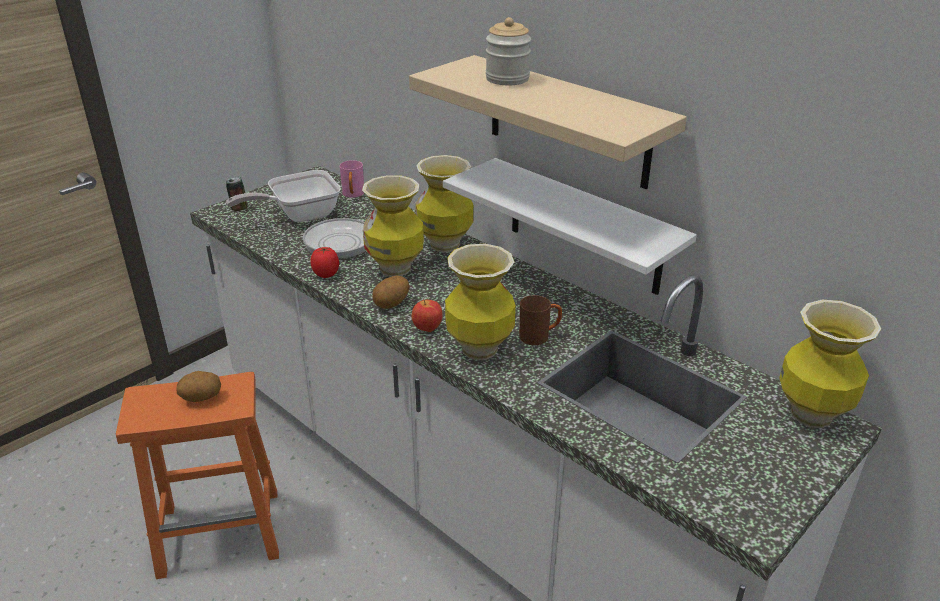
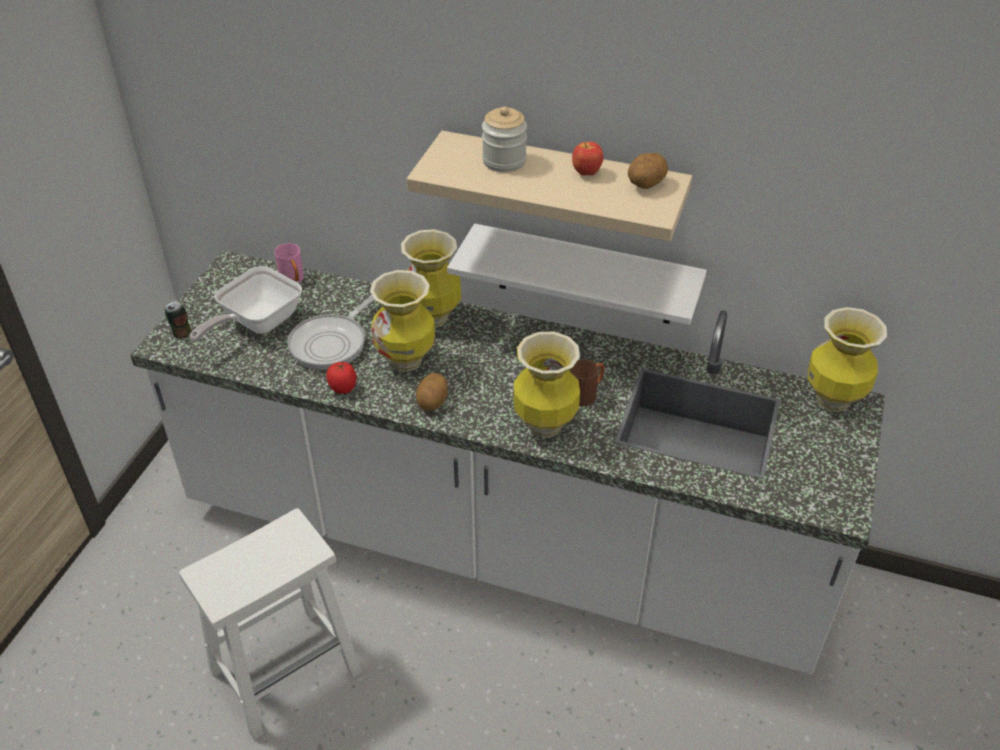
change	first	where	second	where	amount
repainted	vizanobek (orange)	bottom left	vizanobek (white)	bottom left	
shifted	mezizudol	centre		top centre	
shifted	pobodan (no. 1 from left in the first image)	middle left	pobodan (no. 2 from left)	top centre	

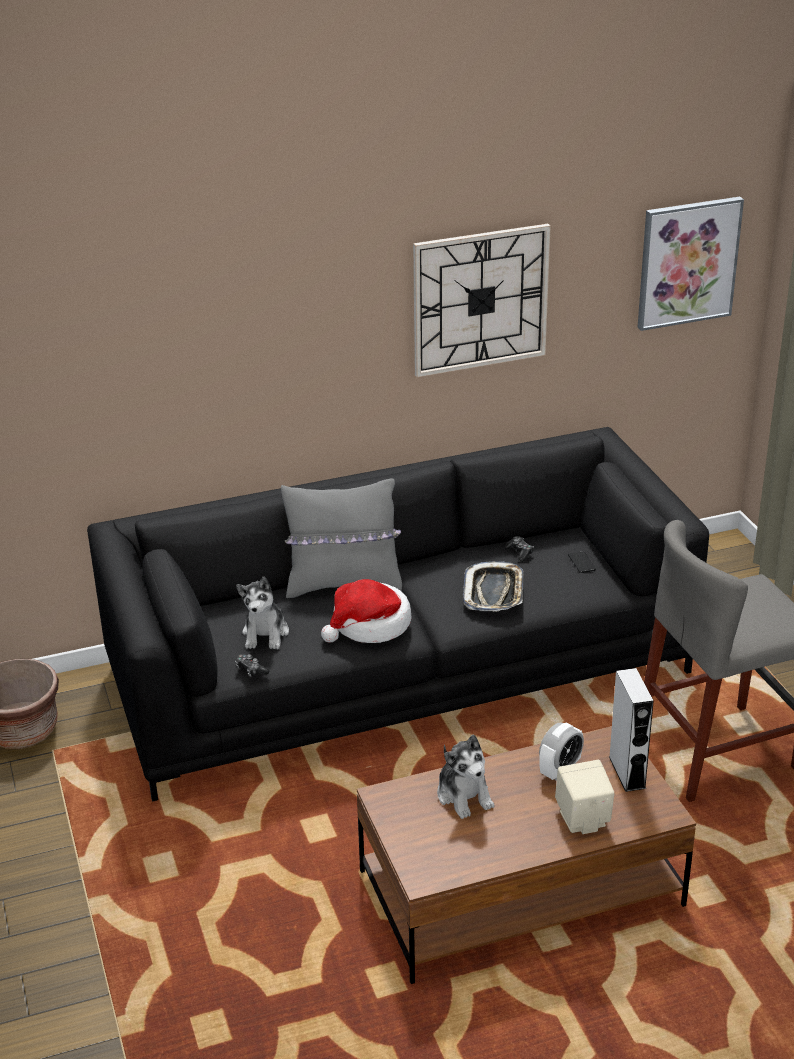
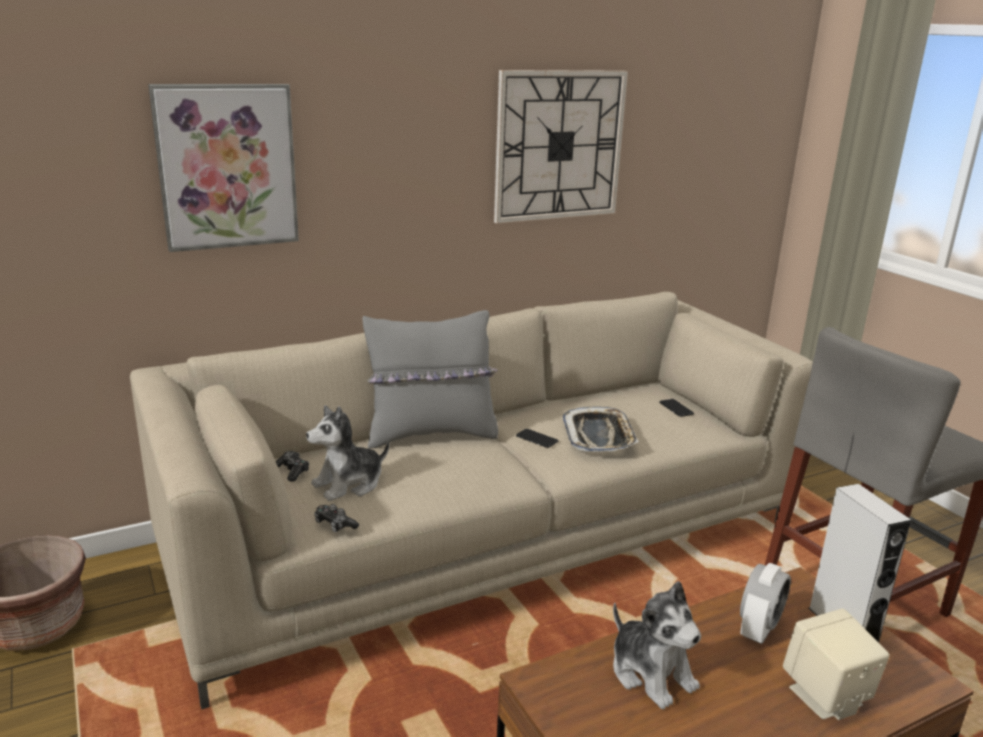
change	first	where	second	where	amount
repainted	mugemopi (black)	centre	mugemopi (beige)	bottom centre	
shifted	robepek	top right		top left	
shifted	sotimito (no. 2 from left in the first image)	centre	sotimito (no. 1 from left)	middle left	
rotated	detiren (no. 1 from left)	middle left		centre	60 degrees clockwise
new			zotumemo (no. 1 from left)	centre	
gone	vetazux	centre			

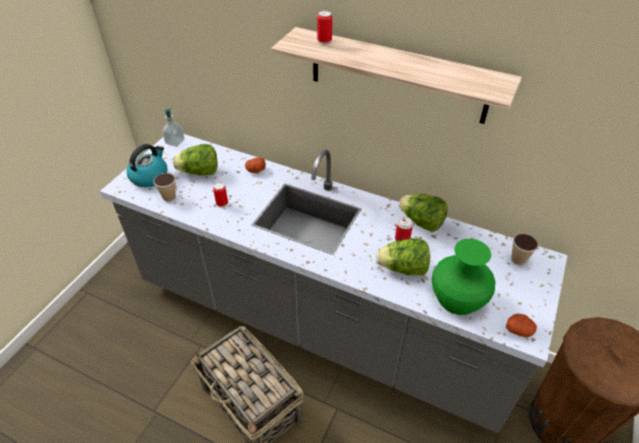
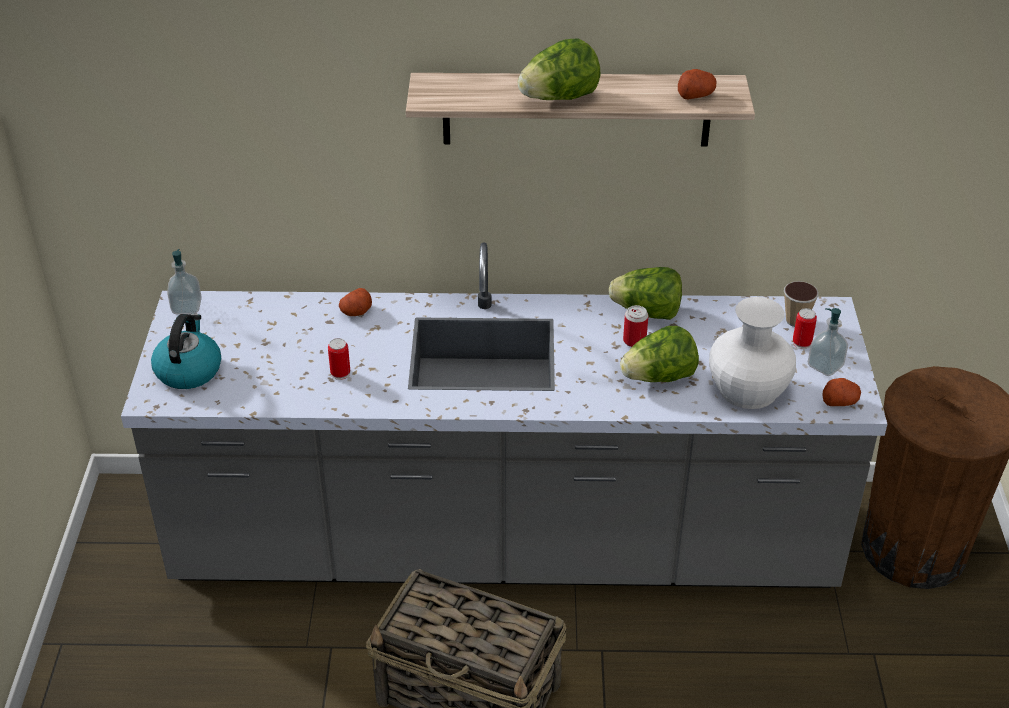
change	first	where	second	where	amount
shifted	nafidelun (no. 1 from left)	middle left		top centre	
new			pobodan (no. 2 from left)	top right	
repainted	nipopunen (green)	middle right	nipopunen (white)	middle right	
shifted	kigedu (no. 2 from left in the first image)	top centre	kigedu (no. 3 from left)	middle right	
new			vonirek (no. 2 from left)	middle right	
gone	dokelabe (no. 1 from left)	middle left			

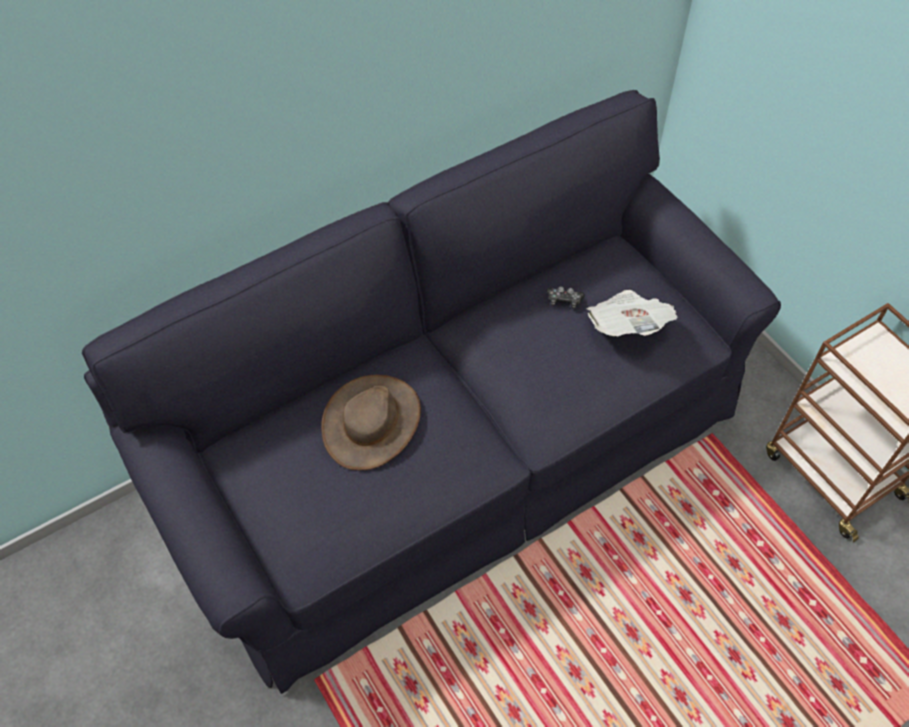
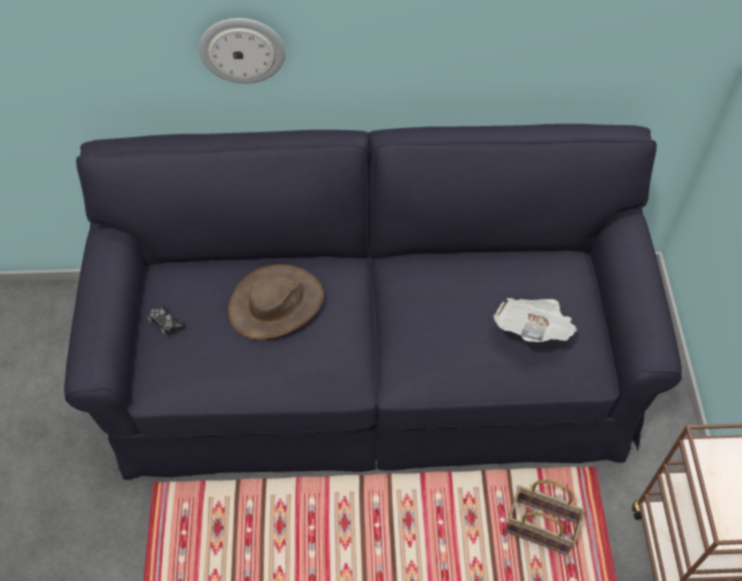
change	first	where	second	where	amount
shifted	sotimito	centre		middle left	
new			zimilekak	top left	
new			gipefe	bottom right	

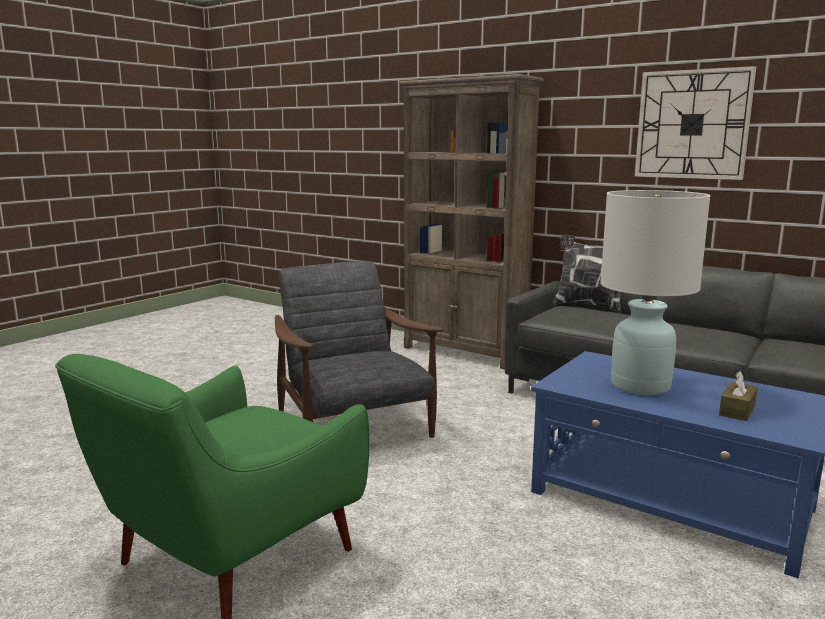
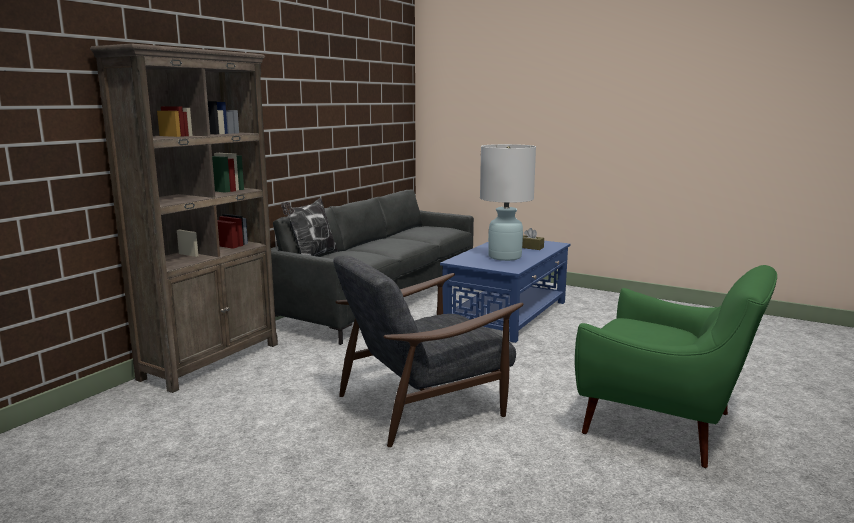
change	first	where	second	where	amount
gone	zimilekak	top right			

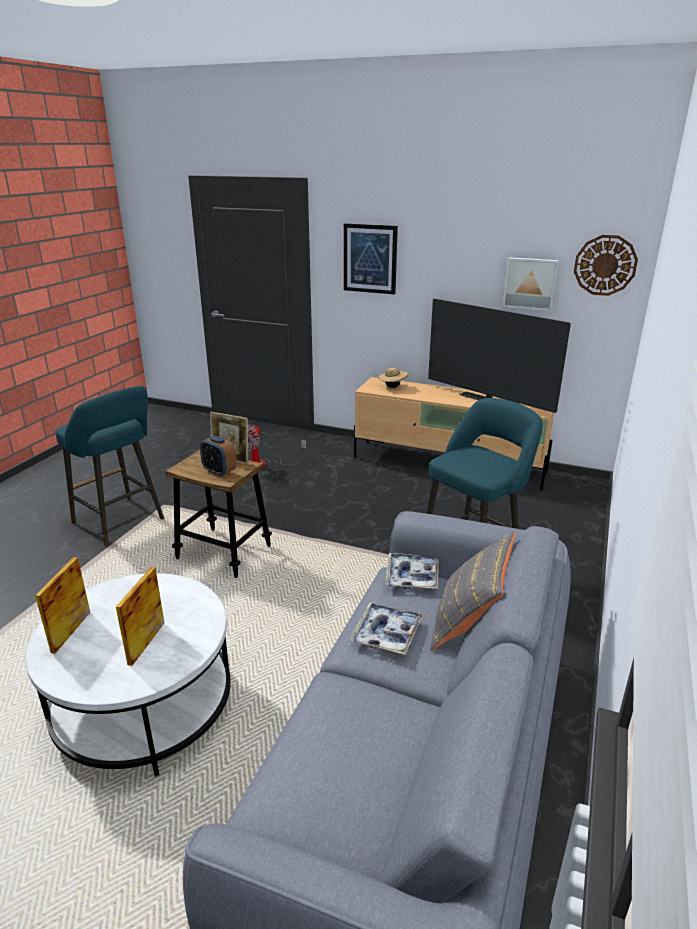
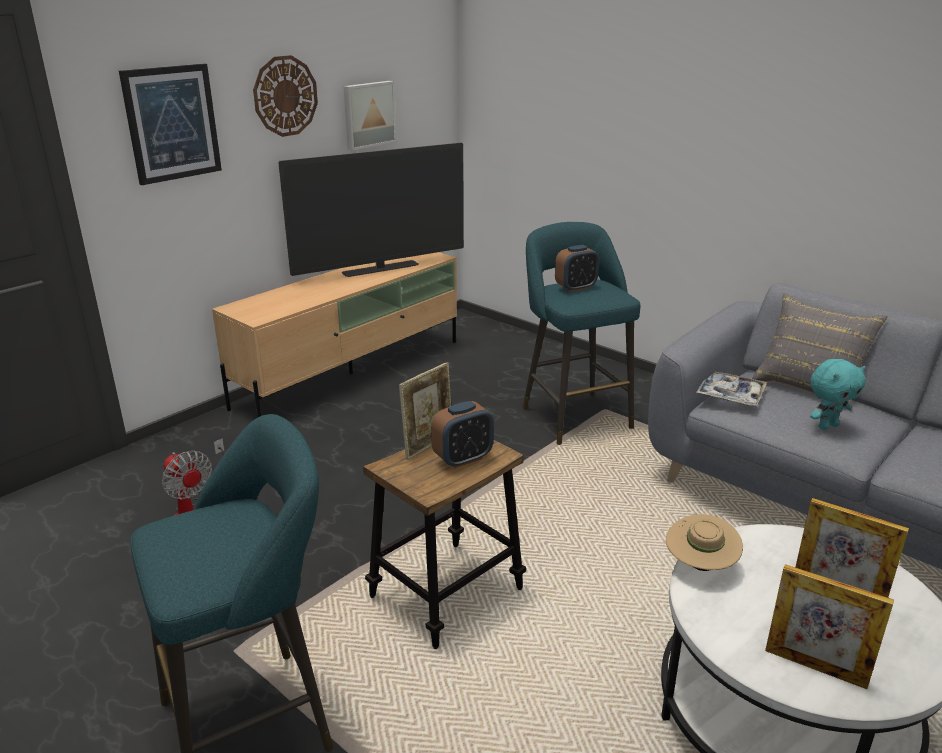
change	first	where	second	where	amount
shifted	zimilekak	top right		top left	
new			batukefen (no. 2 from left)	centre	
shifted	vetazux (beige)	centre		bottom right	
swapped	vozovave (no. 1 from left)	bottom centre	detiren (turquoise)	middle right	

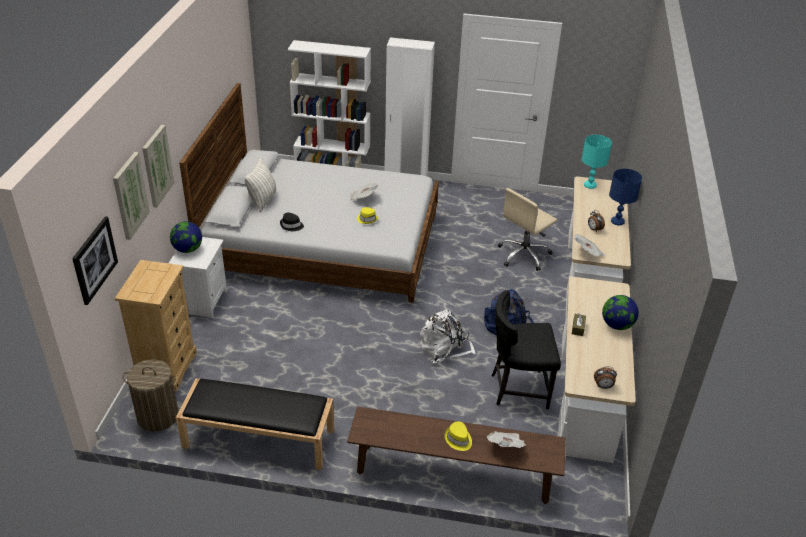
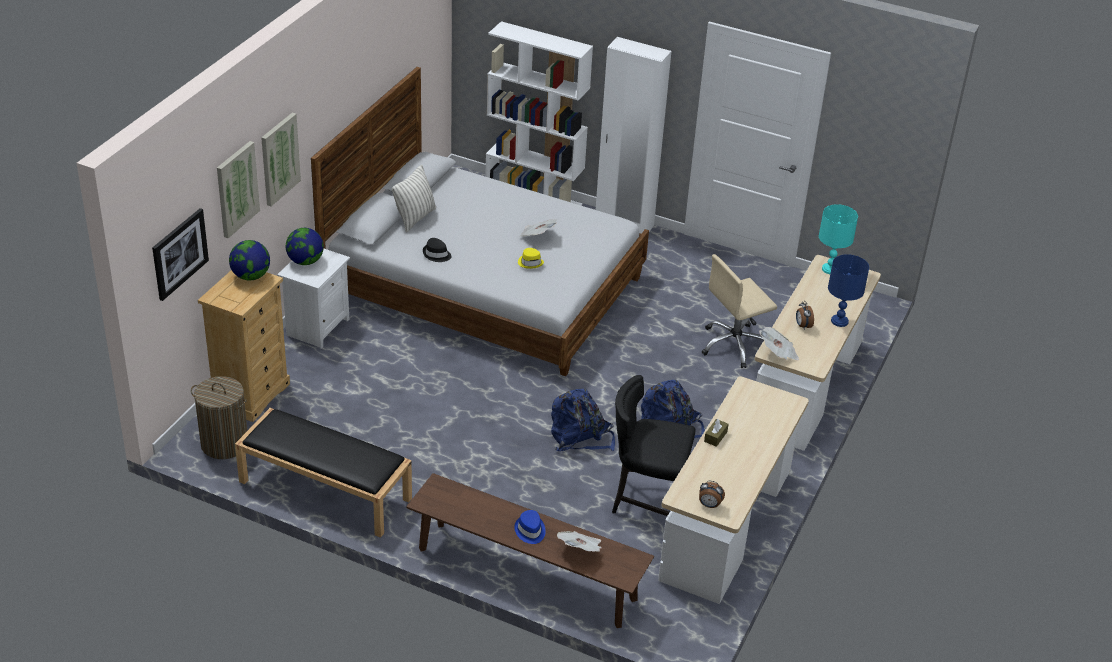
change	first	where	second	where	amount
shifted	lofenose (no. 2 from left in the first image)	middle right	lofenose (no. 1 from left)	middle left	
repainted	vetazux (yellow) (no. 2 from left)	bottom centre	vetazux (blue)	bottom centre	
repainted	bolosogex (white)	centre	bolosogex (blue) (no. 1 from left)	centre	

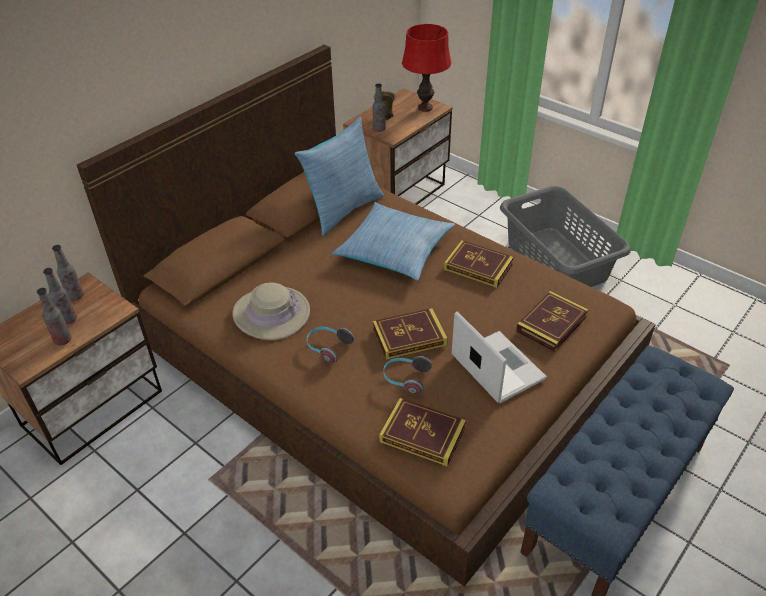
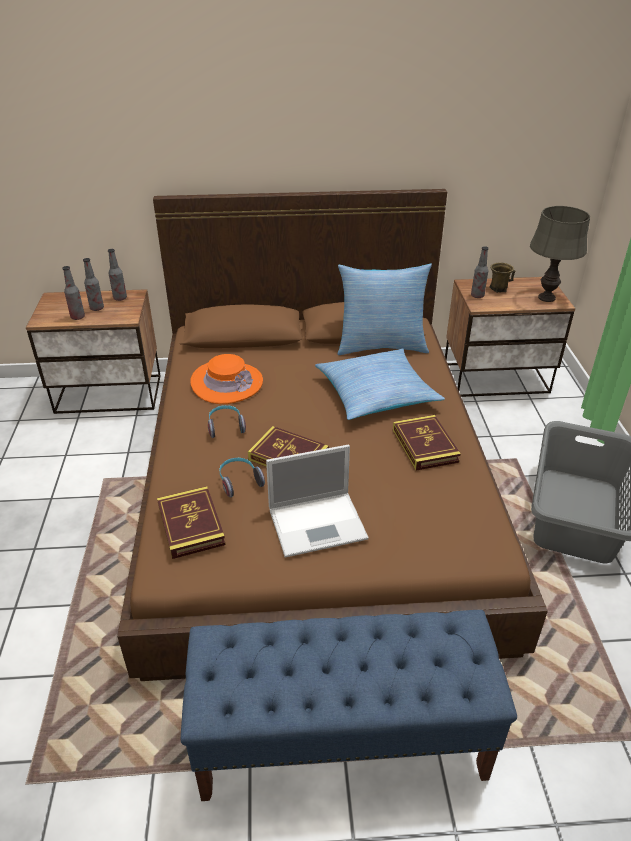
change	first	where	second	where	amount
repainted	vetazux (beige)	centre	vetazux (orange)	centre	
rotated	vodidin	centre		centre	60 degrees clockwise
repainted	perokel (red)	top centre	perokel (grey)	top right	
gone	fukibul (no. 4 from left)	middle right			

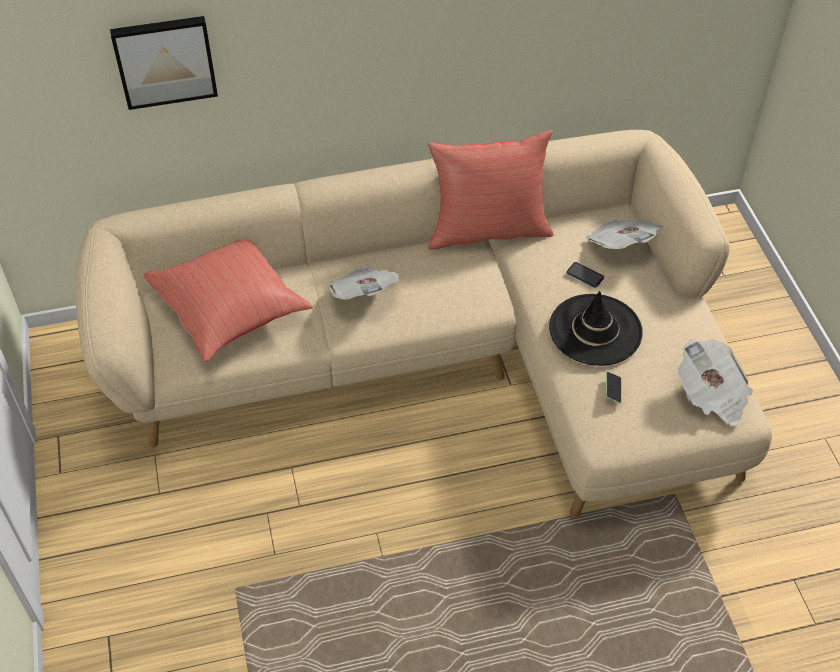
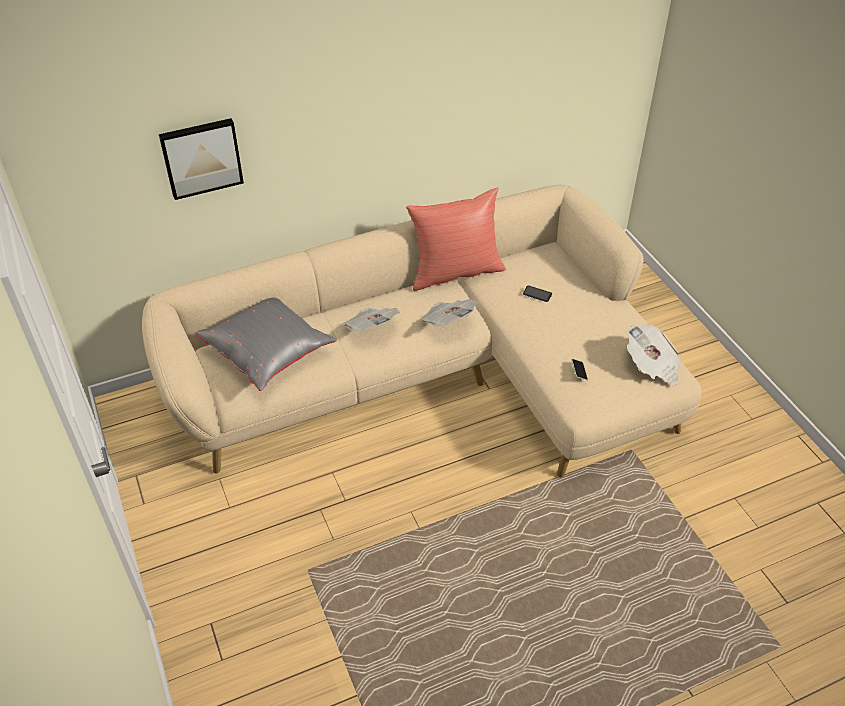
change	first	where	second	where	amount
repainted	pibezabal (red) (no. 1 from left)	middle left	pibezabal (grey)	middle left	
shifted	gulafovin (no. 2 from left)	middle right		centre	
gone	vetazux (black)	middle right			

